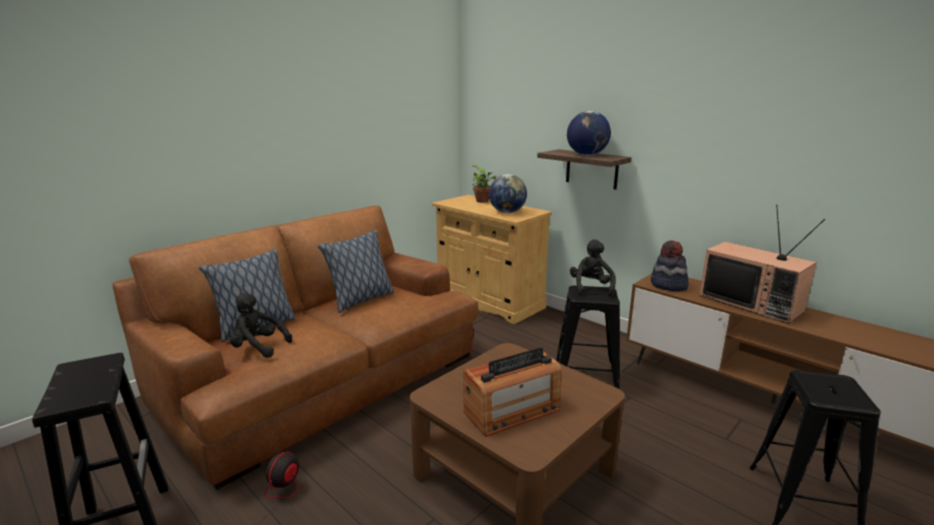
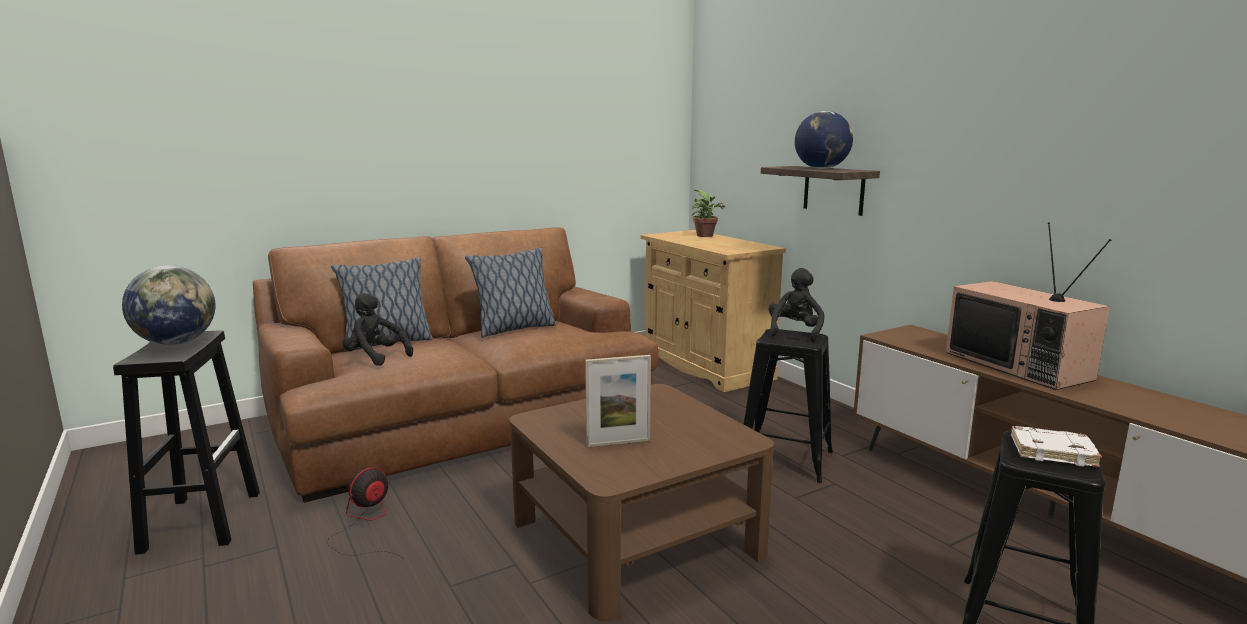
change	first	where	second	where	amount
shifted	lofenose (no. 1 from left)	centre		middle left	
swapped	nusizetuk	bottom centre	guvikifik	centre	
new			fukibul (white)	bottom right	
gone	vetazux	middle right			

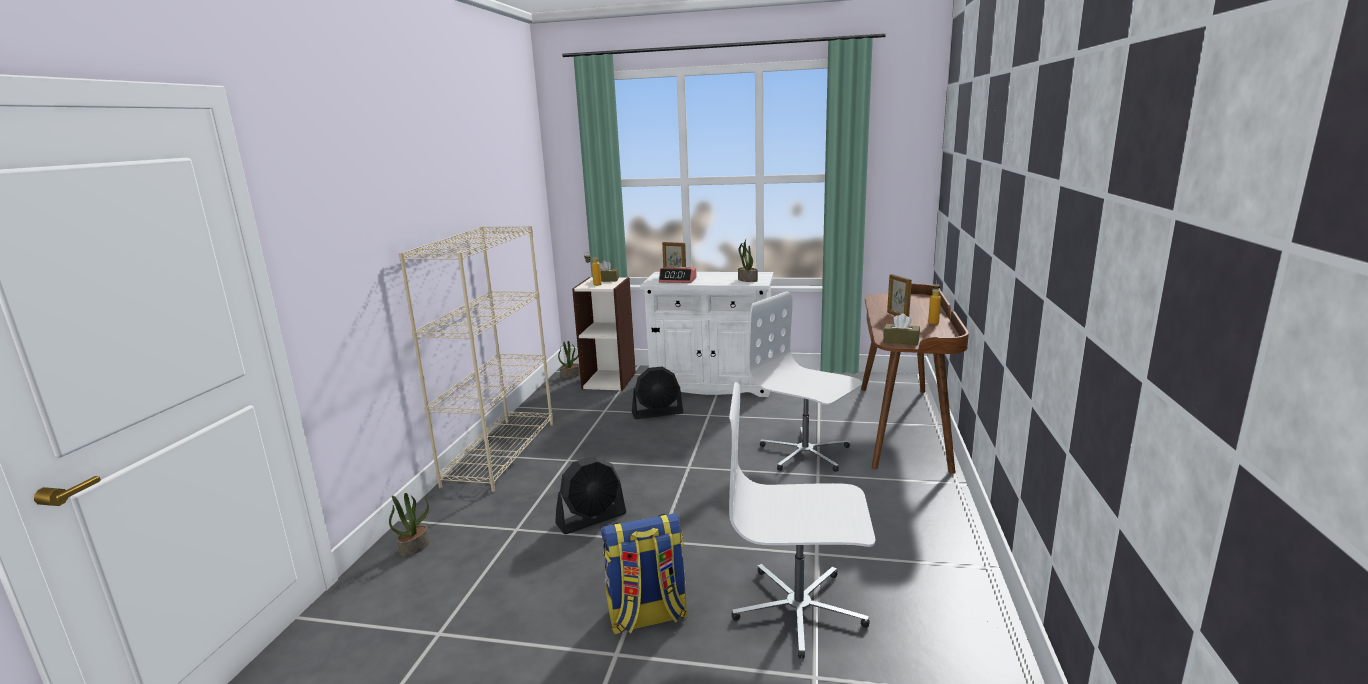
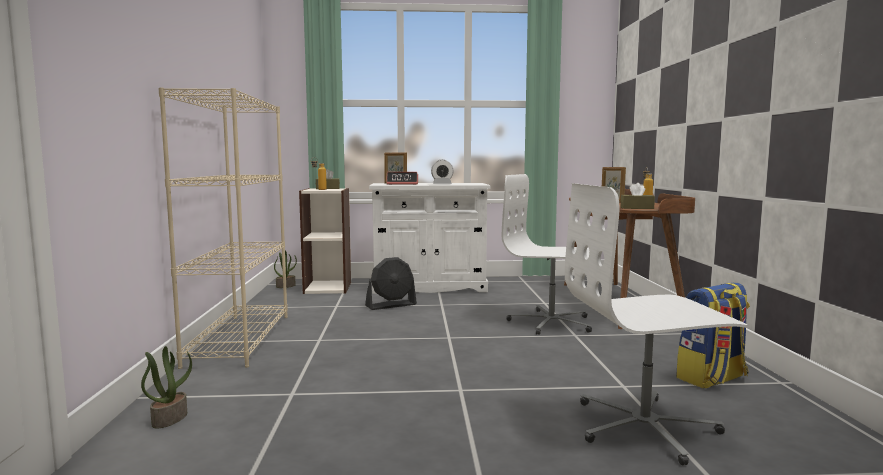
change	first	where	second	where	amount
new			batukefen (no. 2 from left)	centre	
shifted	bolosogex	bottom centre		bottom right	
gone	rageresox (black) (no. 1 from left)	bottom centre			
gone	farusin (no. 3 from left)	centre			

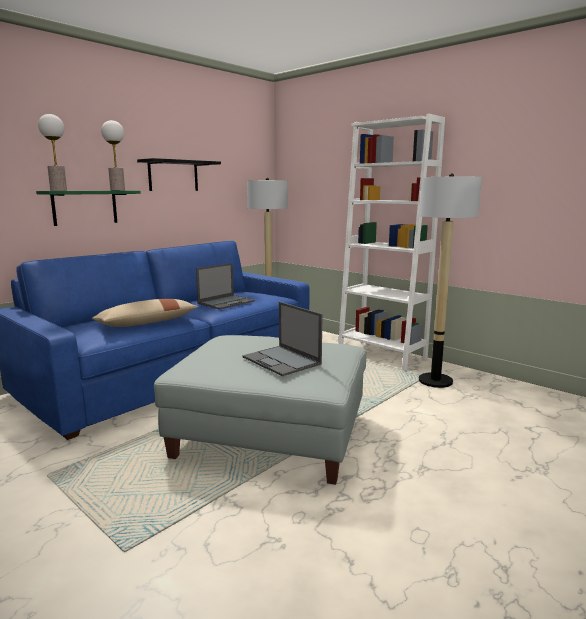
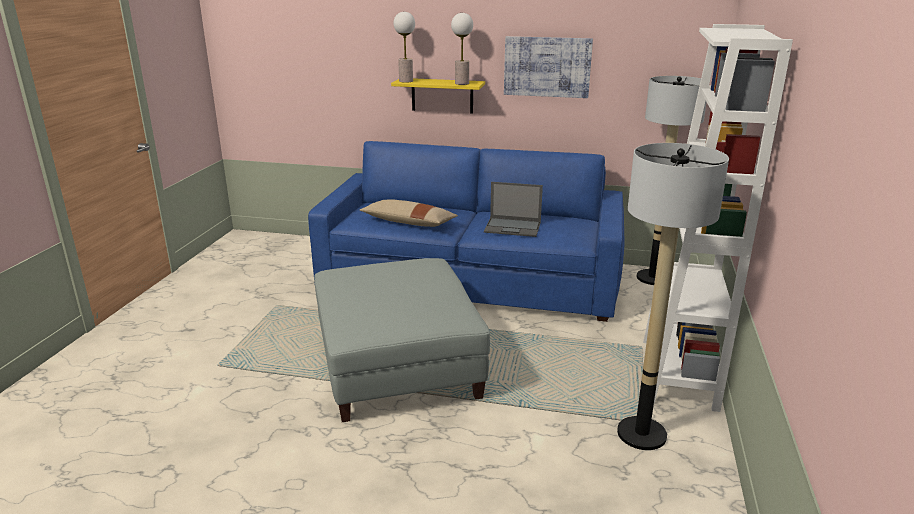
change	first	where	second	where	amount
repainted	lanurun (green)	middle left	lanurun (yellow)	top centre	
swapped	lanurun (black)	top left	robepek	top centre	
gone	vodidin (no. 2 from left)	centre			

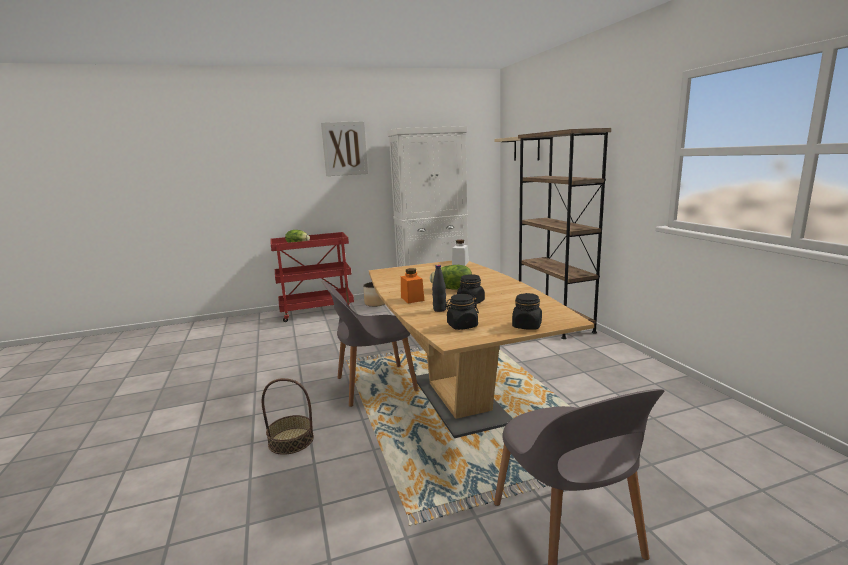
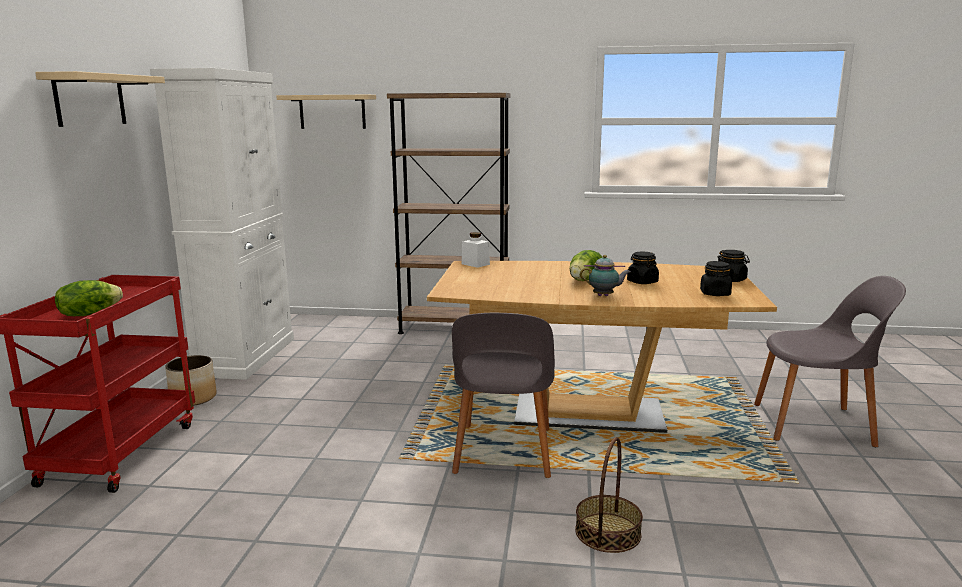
change	first	where	second	where	amount
swapped	robepek	top centre	lanurun (beige) (no. 1 from left)	top left	
swapped	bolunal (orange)	centre	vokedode	centre	
gone	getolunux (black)	centre			

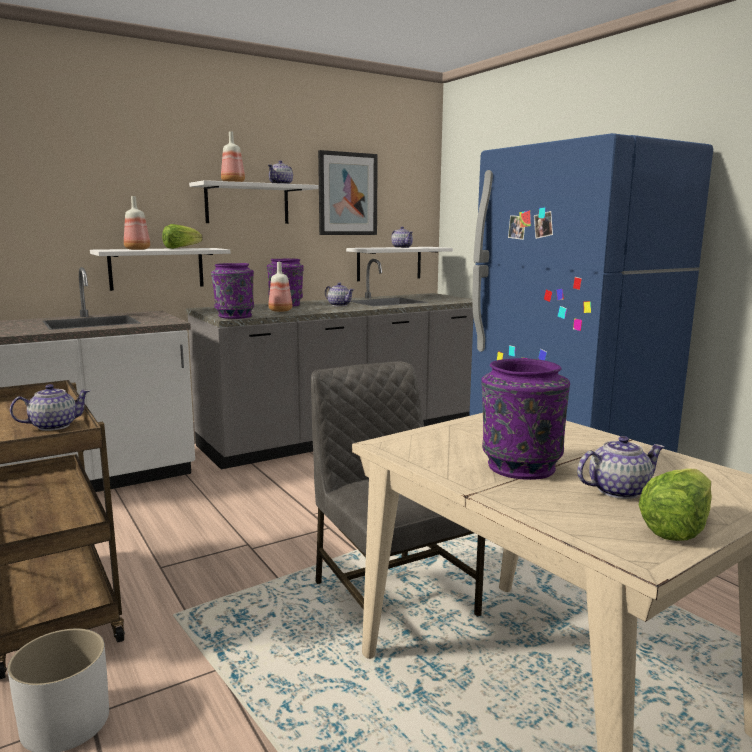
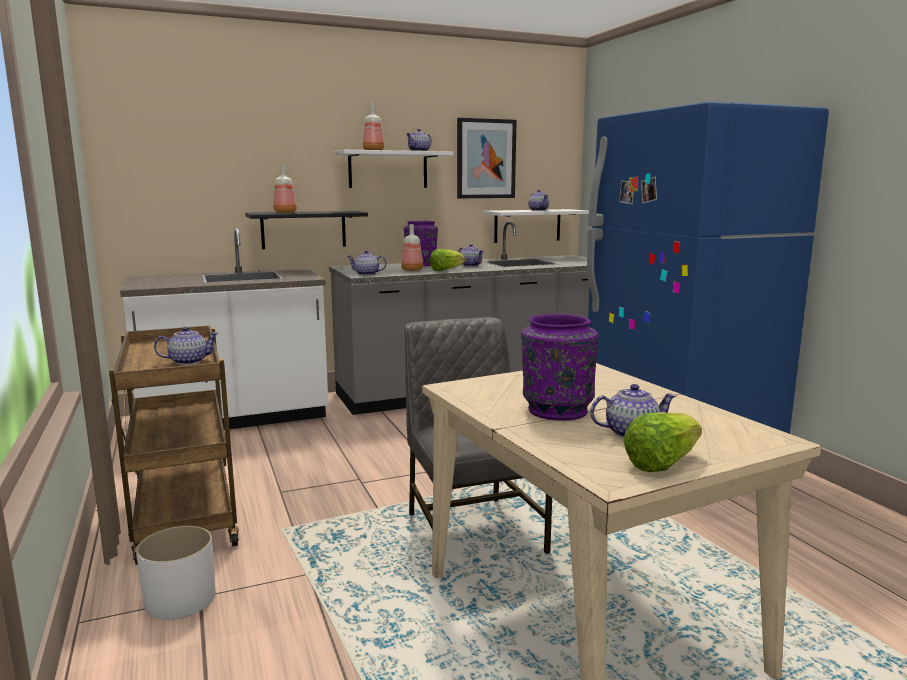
change	first	where	second	where	amount
repainted	lanurun (white) (no. 1 from left)	middle left	lanurun (black)	centre	
swapped	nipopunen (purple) (no. 1 from left)	middle left	vokedode (no. 2 from left)	centre	
shifted	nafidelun (no. 1 from left)	top left		centre	

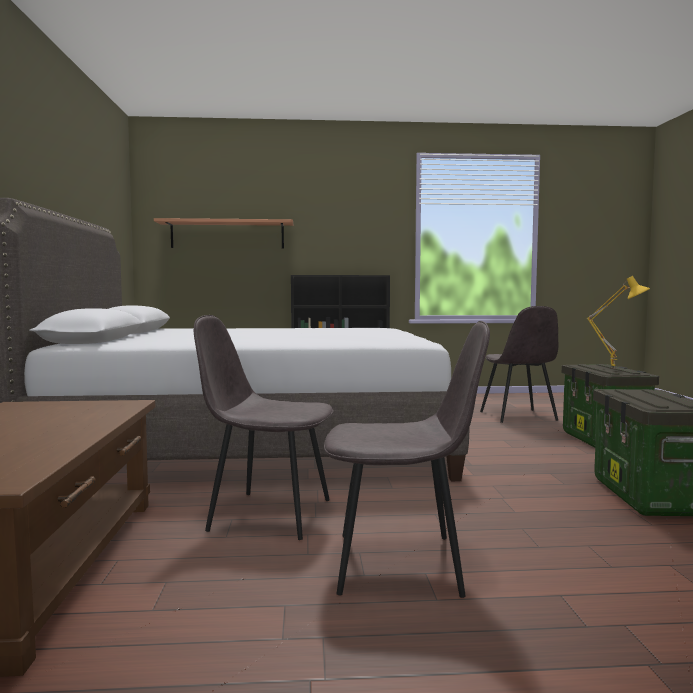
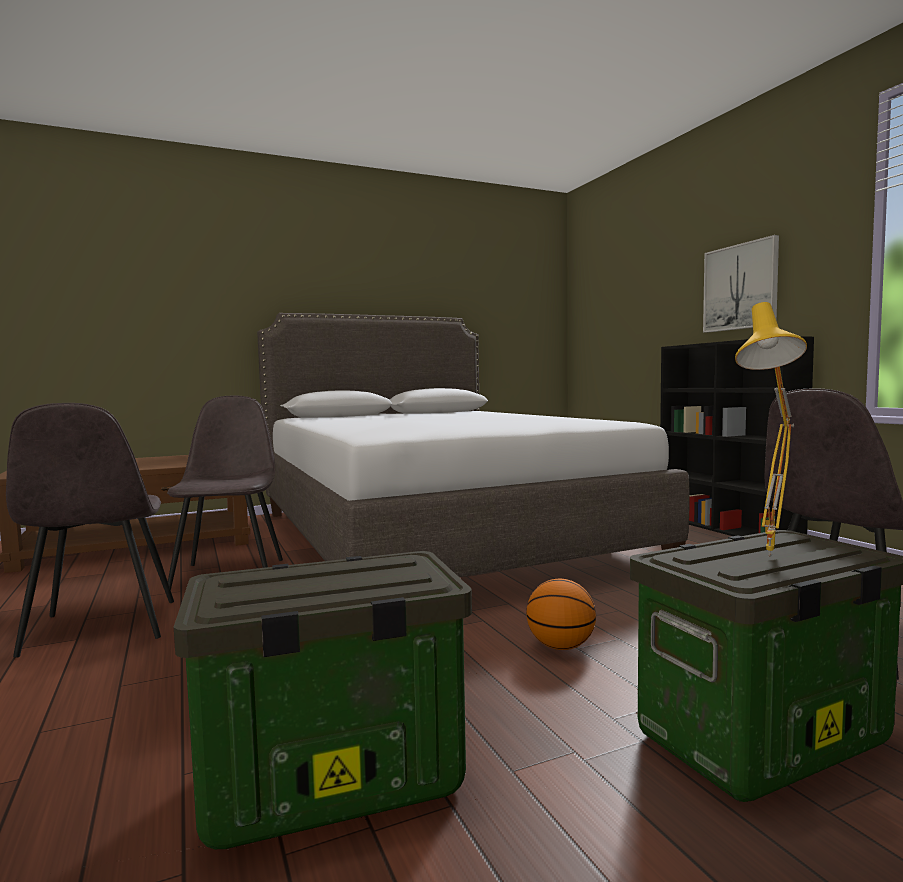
change	first	where	second	where	amount
new			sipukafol	bottom centre	
new			robepek	top right	
gone	lanurun	middle left			

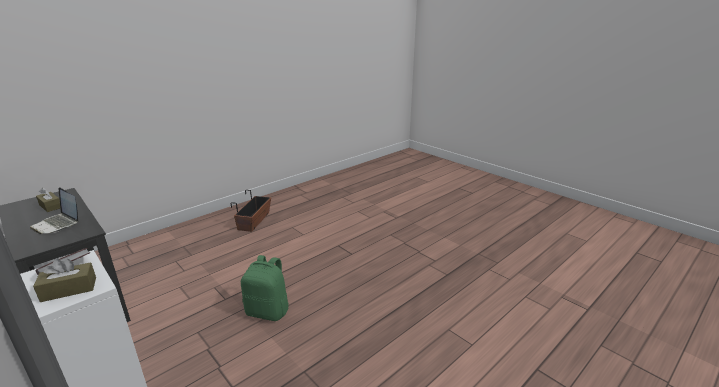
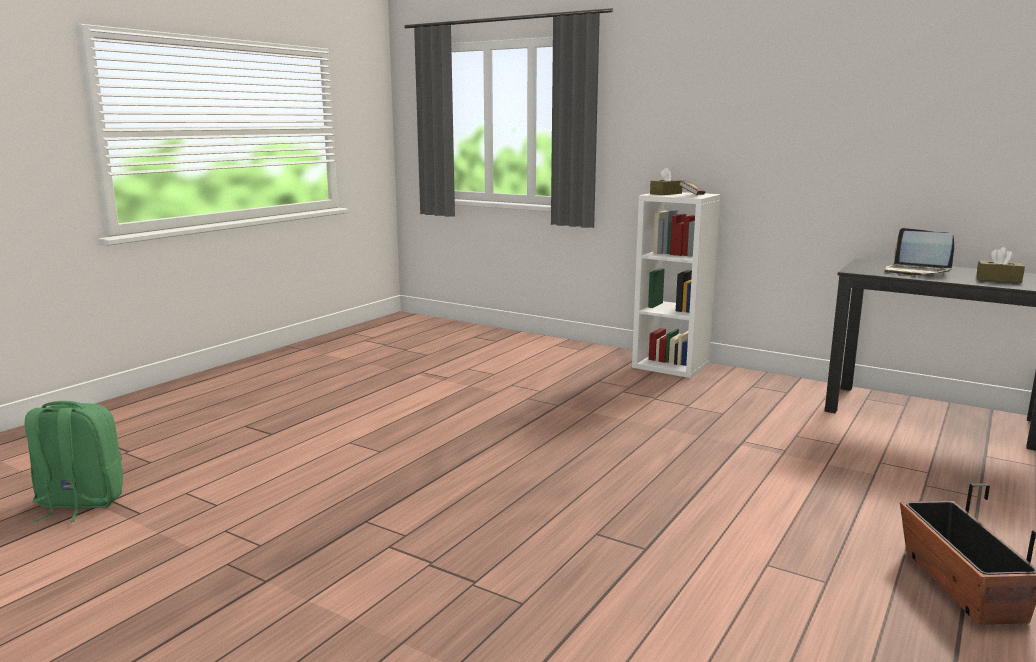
change	first	where	second	where	amount
shifted	bolosogex (green)	bottom centre		bottom left	
rotated	vodidin	middle left		middle right	150 degrees counterclockwise

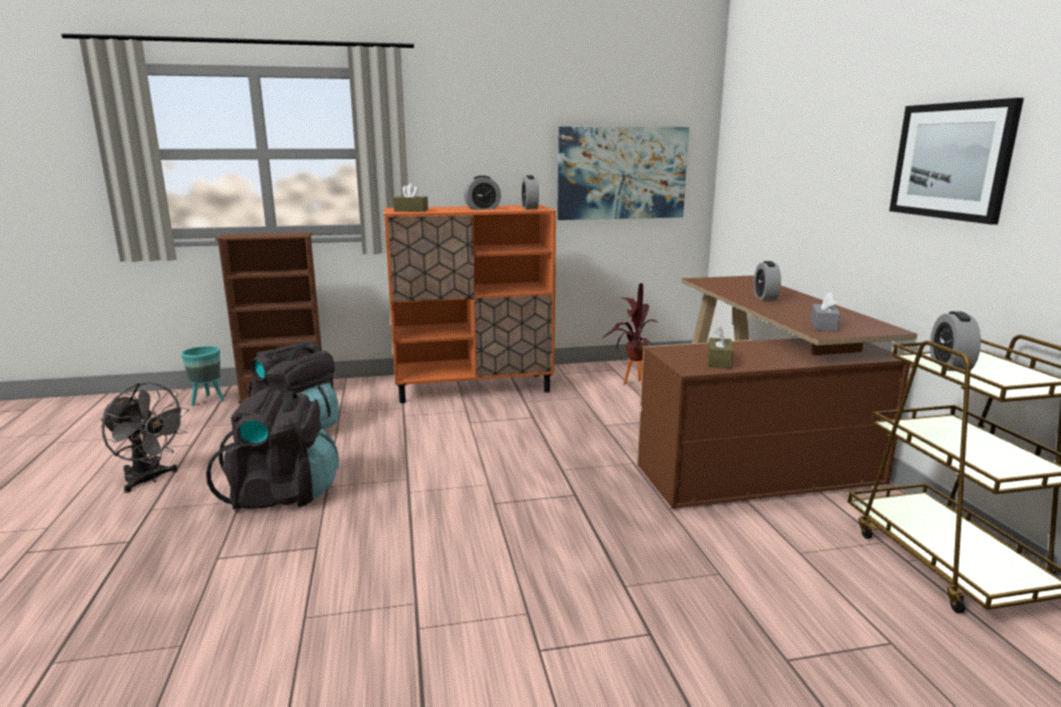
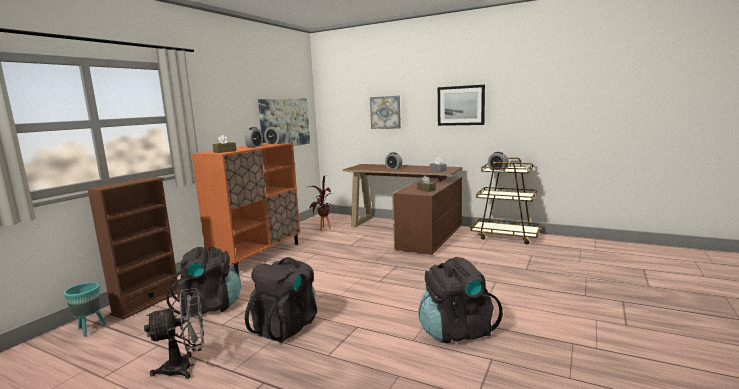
change	first	where	second	where	amount
new			robepek (no. 2 from left)	top centre	
new			bolosogex (black) (no. 3 from left)	bottom centre	

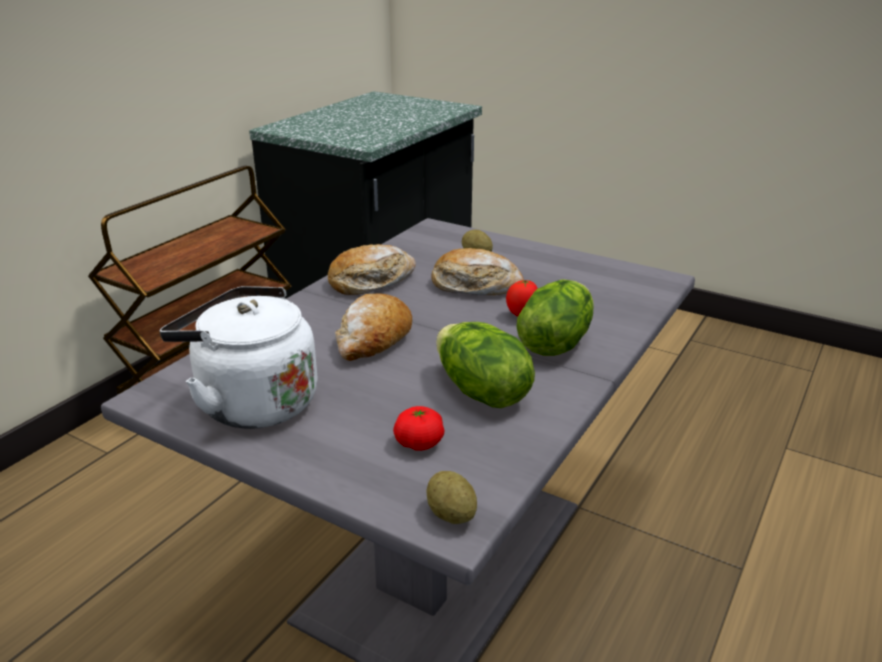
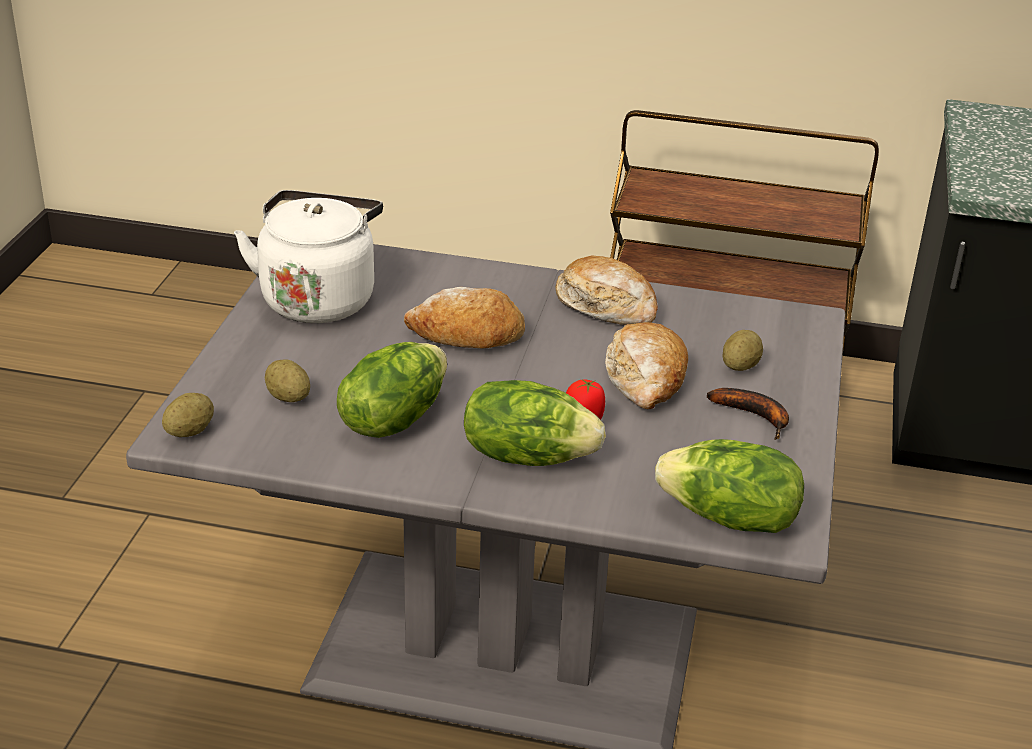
change	first	where	second	where	amount
swapped	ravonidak (no. 1 from left)	centre	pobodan (no. 2 from left)	middle left	
new			nafidelun (no. 3 from left)	middle right	
new			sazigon	middle right	

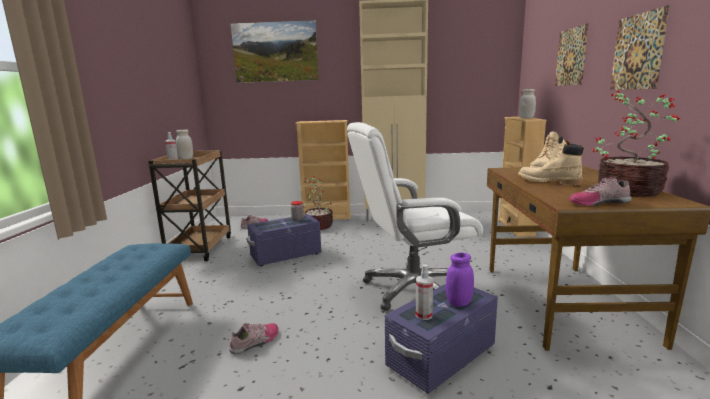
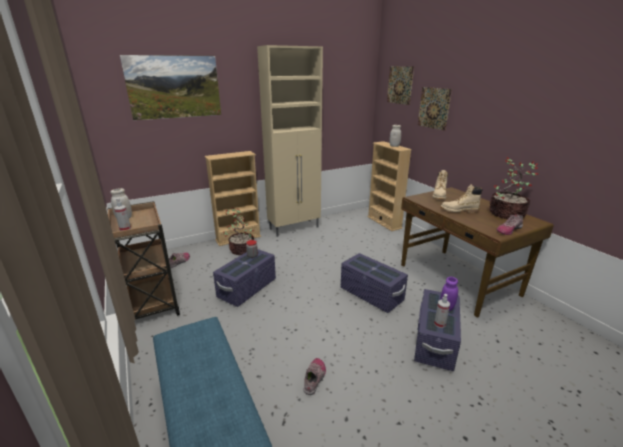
change	first	where	second	where	amount
swapped	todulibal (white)	centre	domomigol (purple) (no. 2 from left)	centre	
shifted	robepek (no. 3 from left in the first image)	top right	robepek (no. 2 from left)	top centre	

